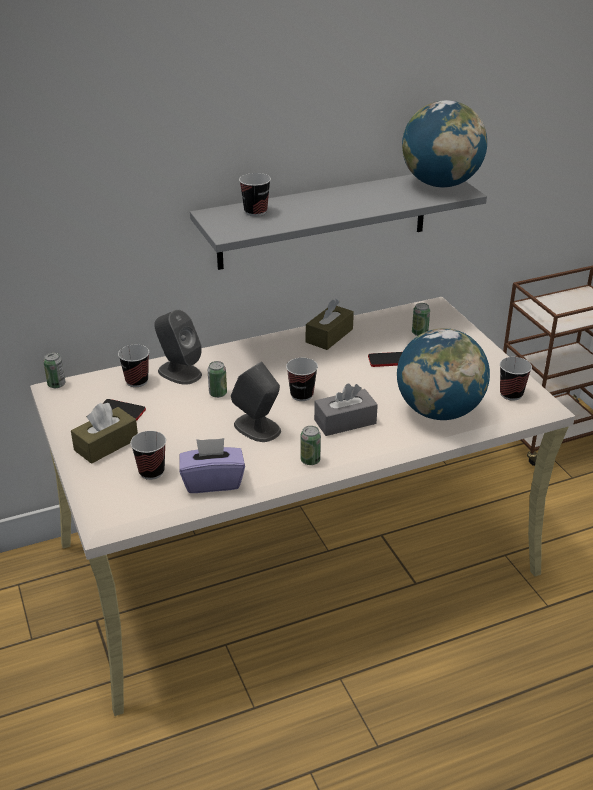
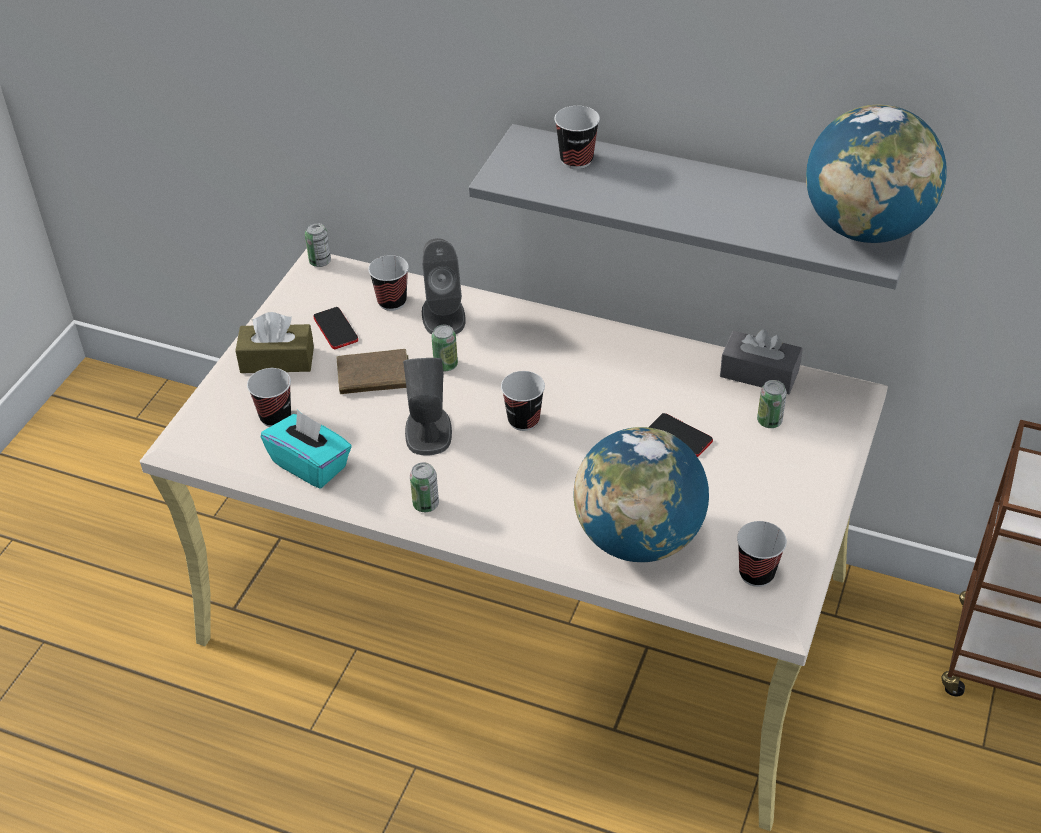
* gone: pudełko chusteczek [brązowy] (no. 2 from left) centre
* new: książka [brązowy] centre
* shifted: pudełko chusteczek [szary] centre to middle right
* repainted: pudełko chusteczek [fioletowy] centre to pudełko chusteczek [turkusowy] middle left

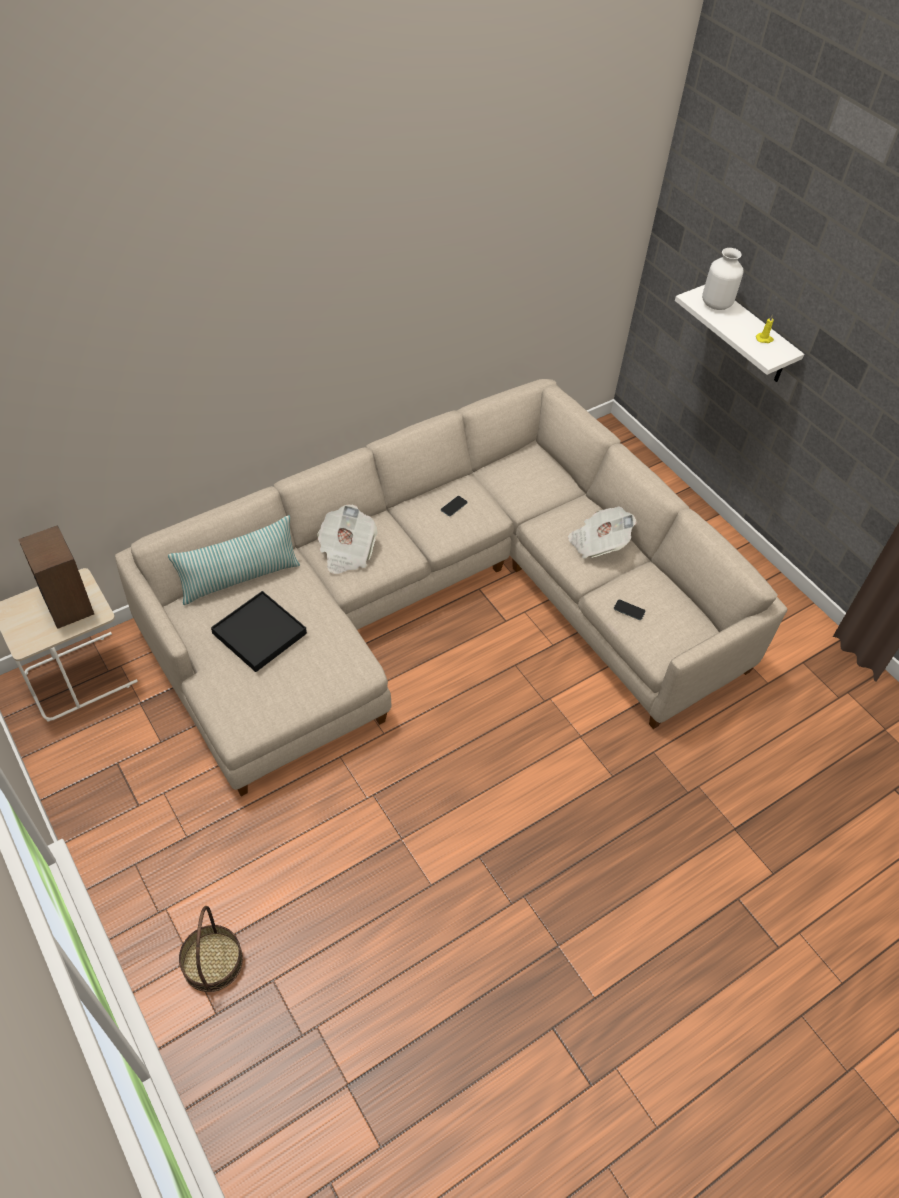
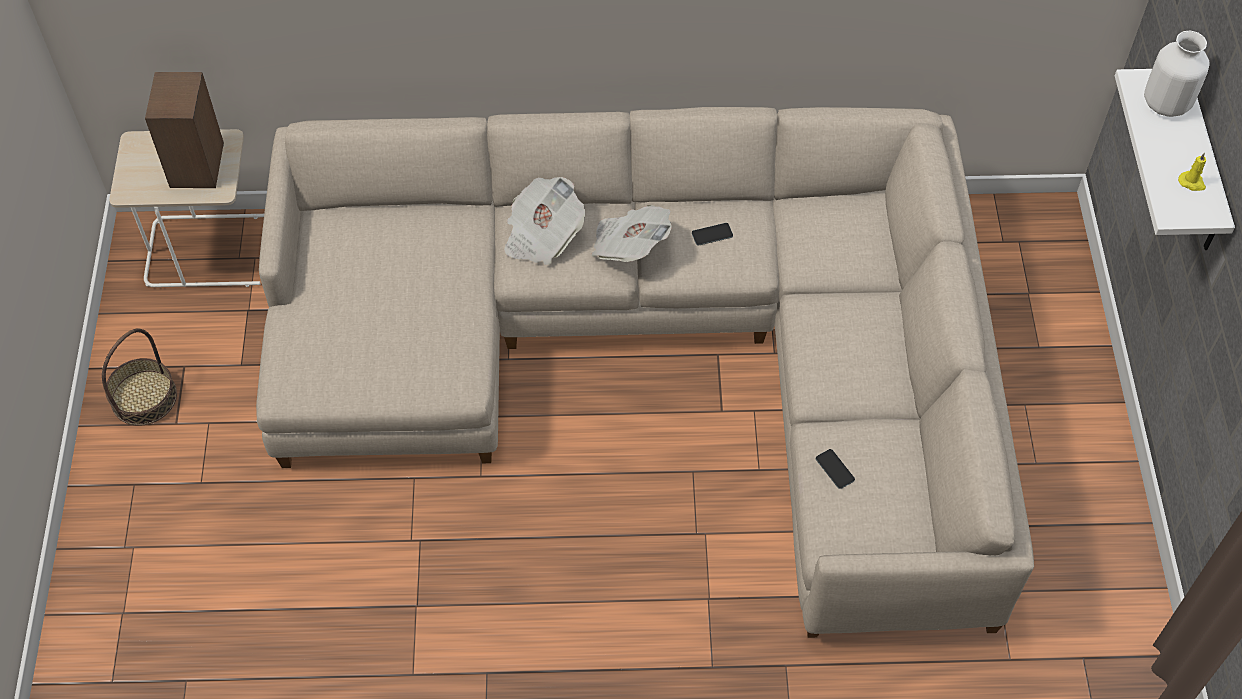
* gone: poduszka middle left
* gone: taca [czarny] middle left
* shifted: koszyk bottom left to middle left
* shifted: gazeta (no. 2 from left) middle right to centre

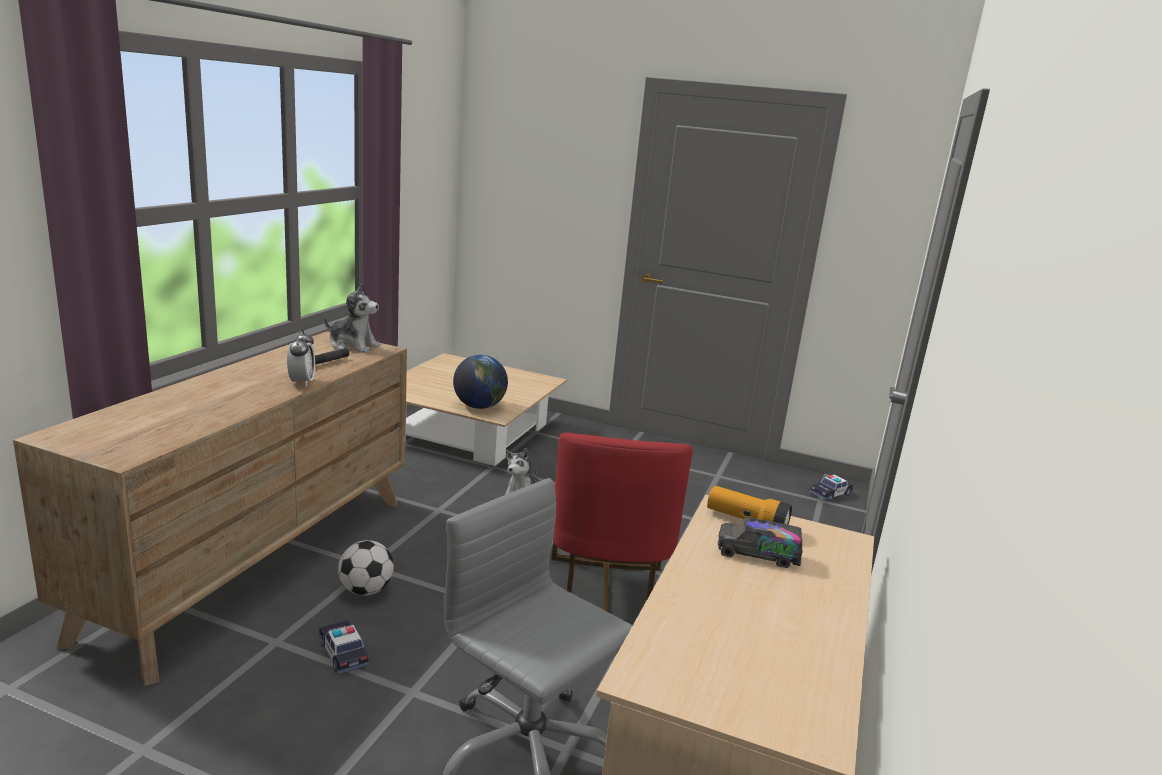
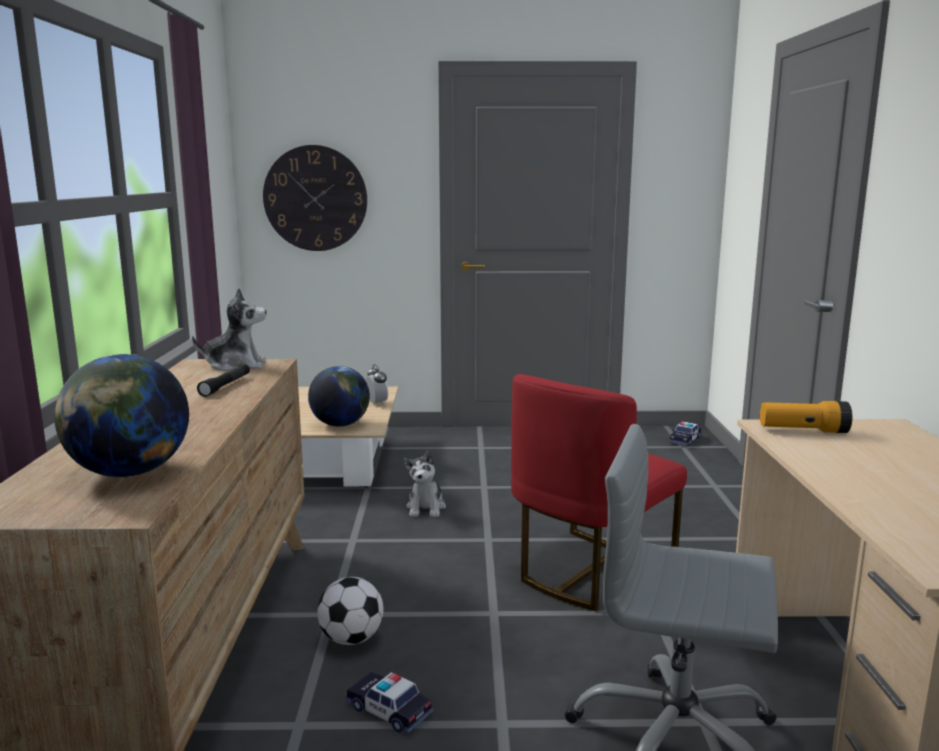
* gone: ciężarówka zabawkowa bottom centre
* new: globus (no. 1 from left) middle left
* new: zegar ścienny top centre
* shifted: budzik middle left to centre
* rotated: krzesło [czerwony] bottom centre = centre 60 degrees clockwise

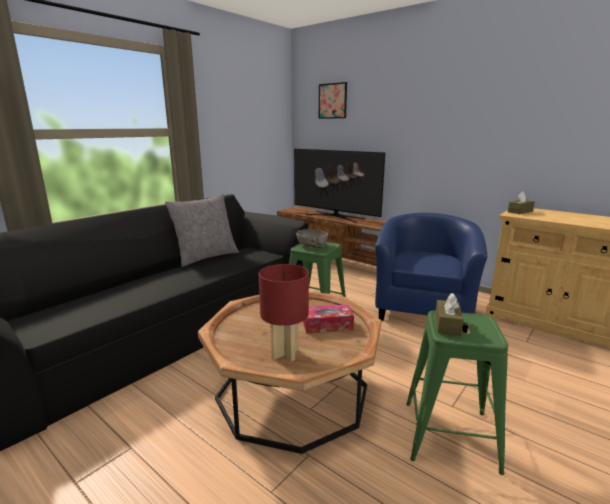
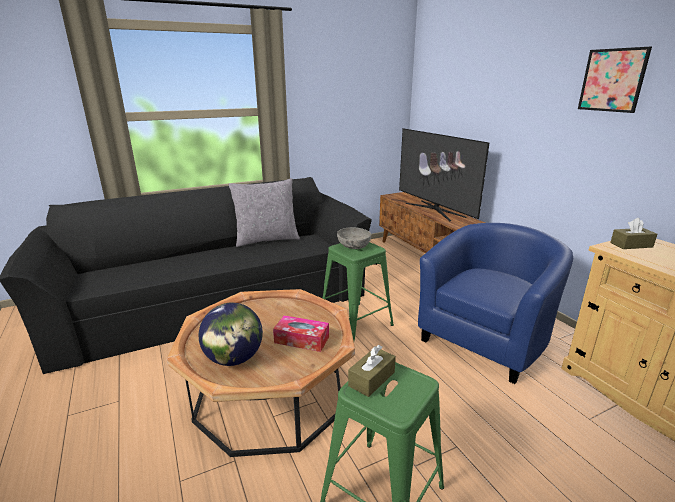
* shifted: obraz top centre to top right
* swapped: lampa stołowa [czerwony] centre to globus centre

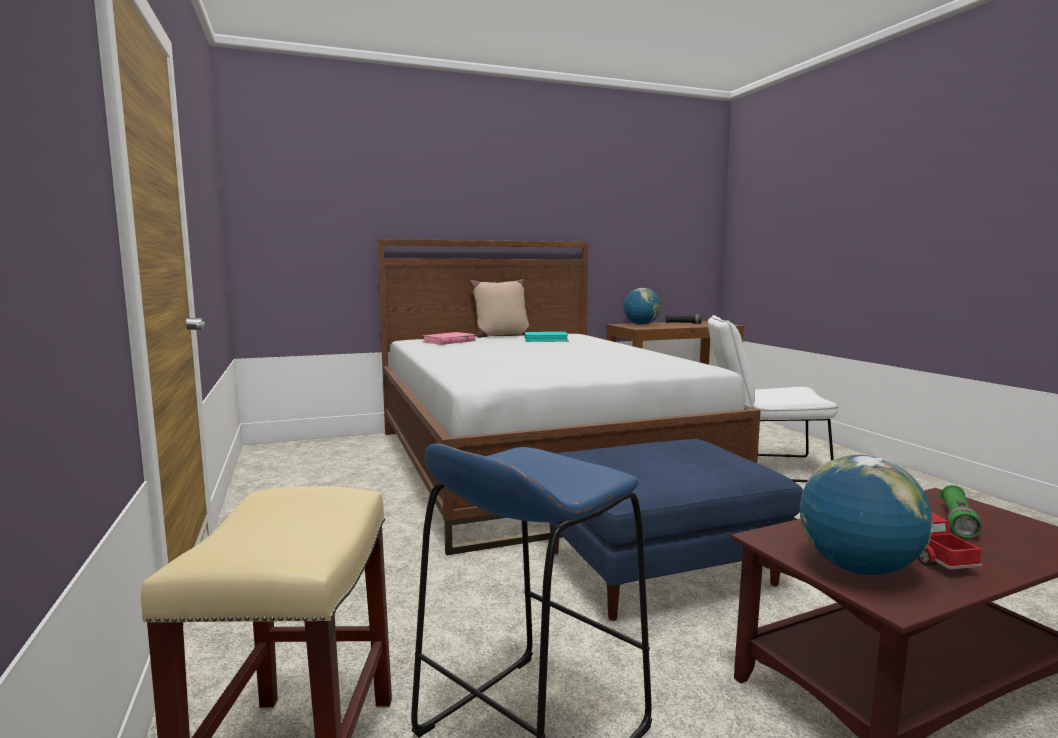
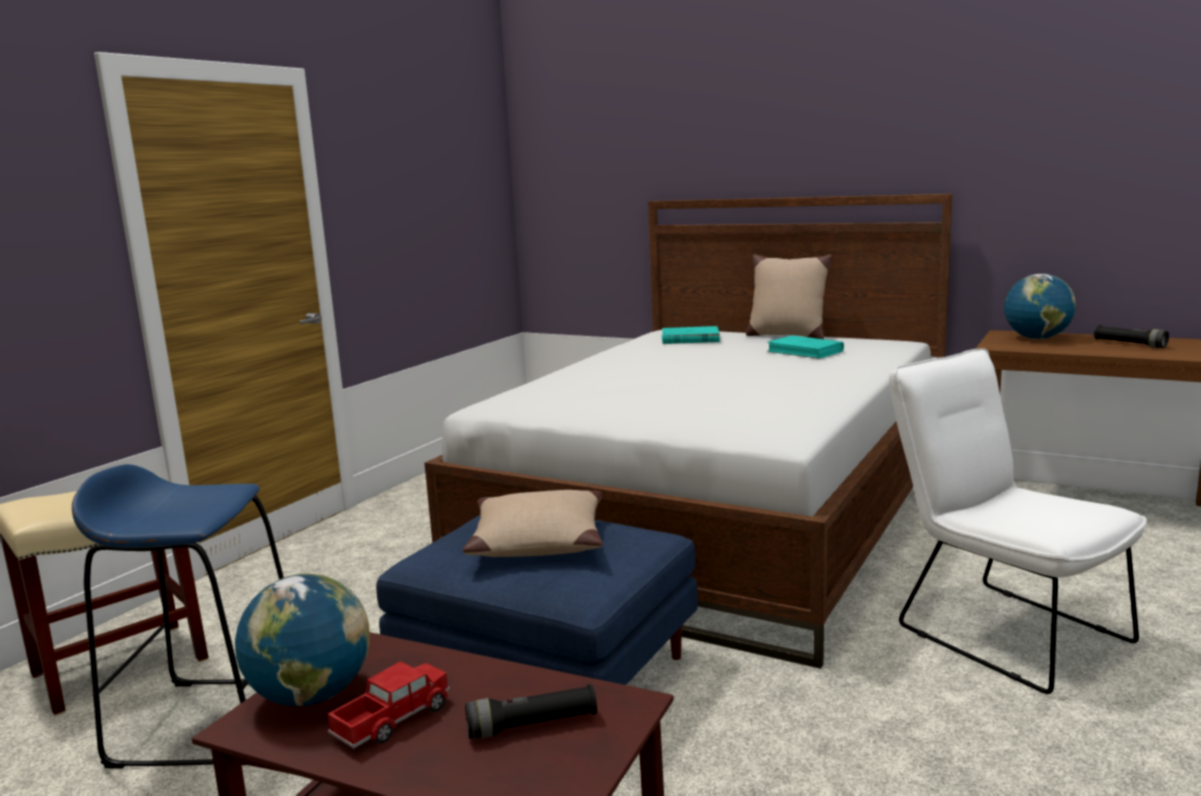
* new: poduszka [beżowy] (no. 1 from left) centre
* repainted: książka [różowy] centre to książka [turkusowy] (no. 1 from left) centre
* repainted: latarka [zielony] bottom right to latarka [czarny] (no. 1 from left) bottom centre

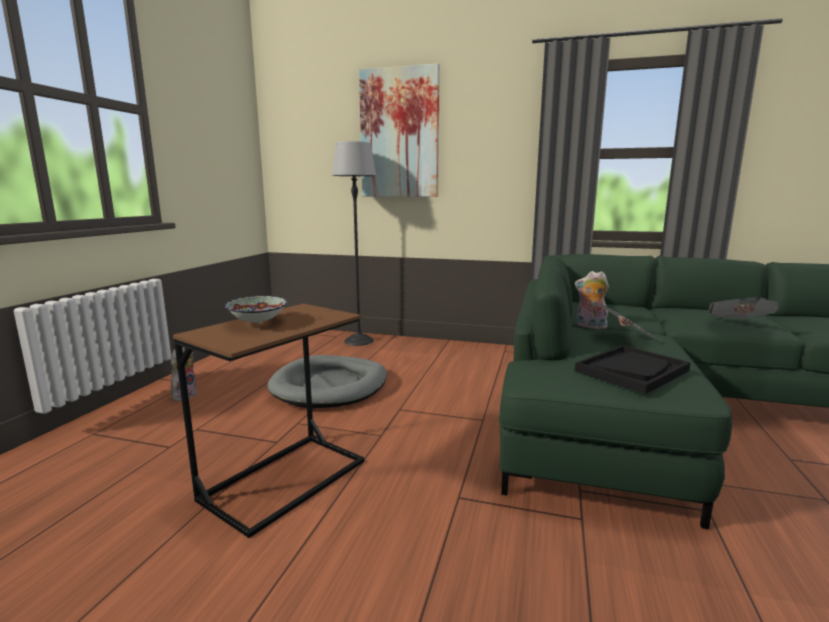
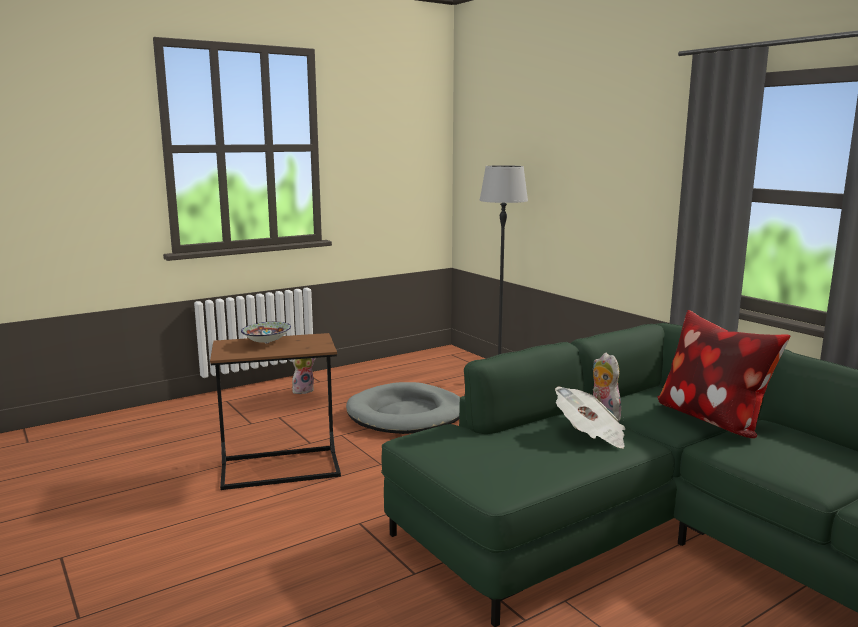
* gone: obraz top centre
* gone: taca [czarny] middle right
* gone: gazeta (no. 2 from left) middle right
* new: poduszka middle right

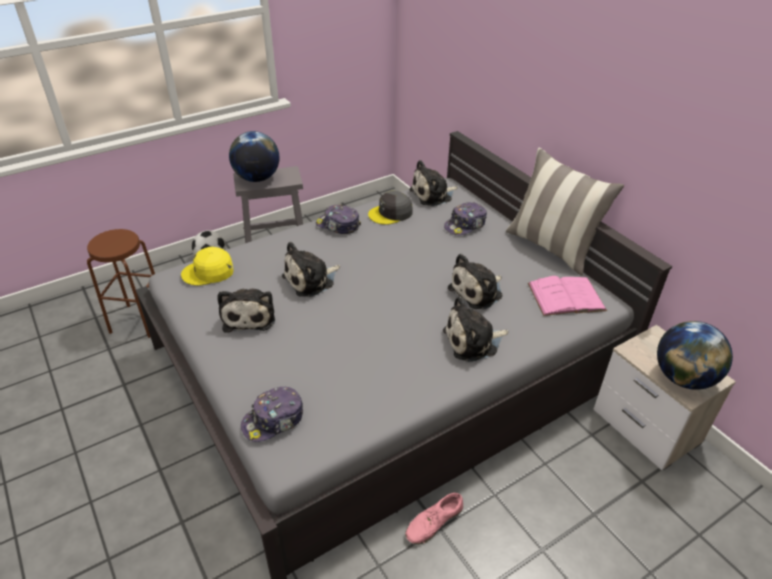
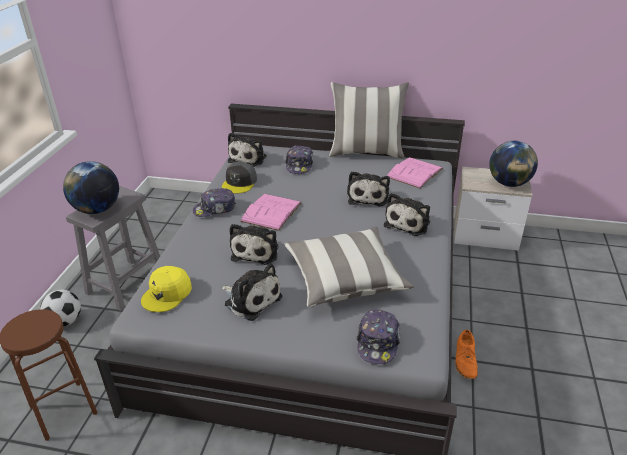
* new: książka [różowy] (no. 1 from left) centre
* new: poduszka (no. 1 from left) centre
* repainted: but [różowy] bottom centre to but [pomarańczowy] bottom right

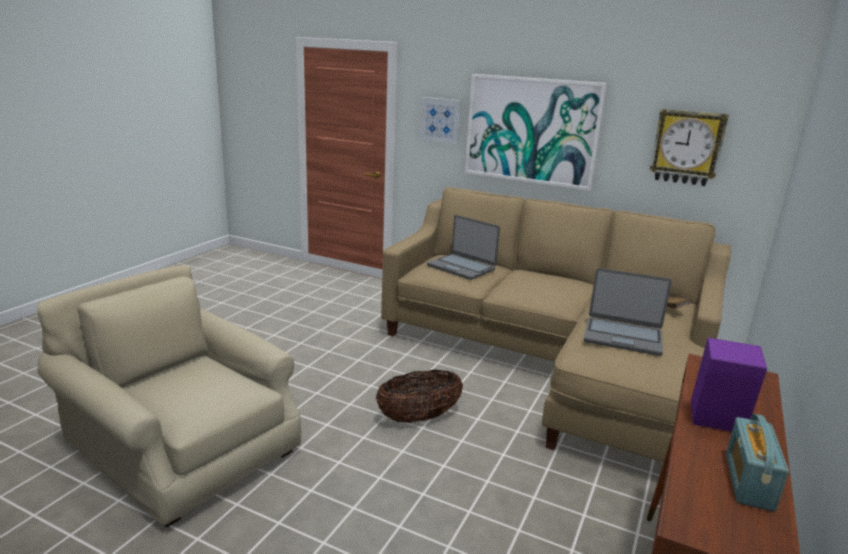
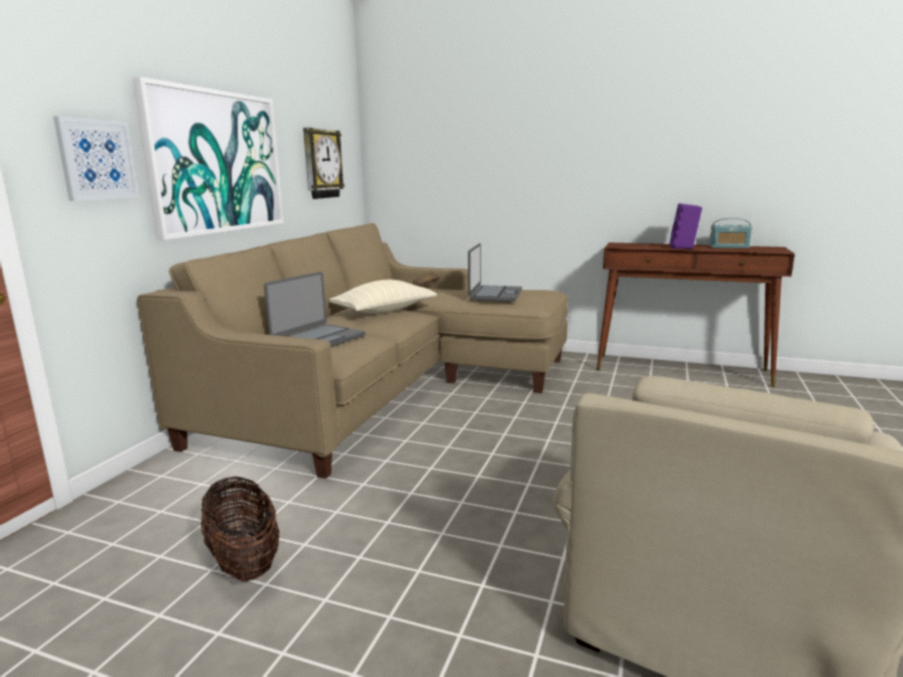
* new: poduszka [beżowy] centre
* shifted: koszyk bottom centre to bottom left

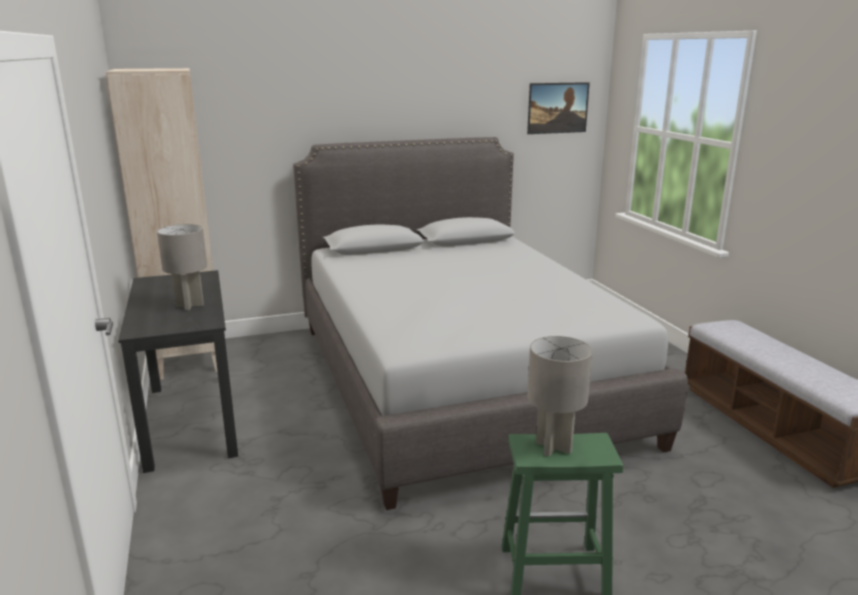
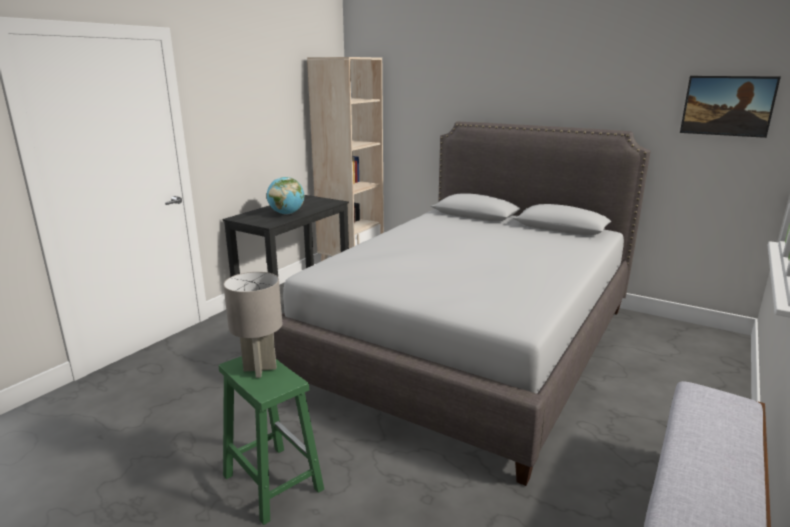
* swapped: lampa stołowa [szary] (no. 1 from left) middle left to globus centre

